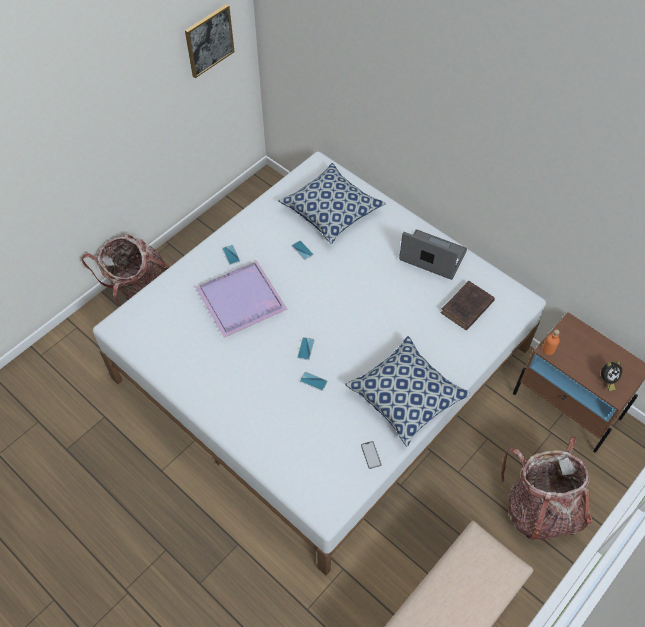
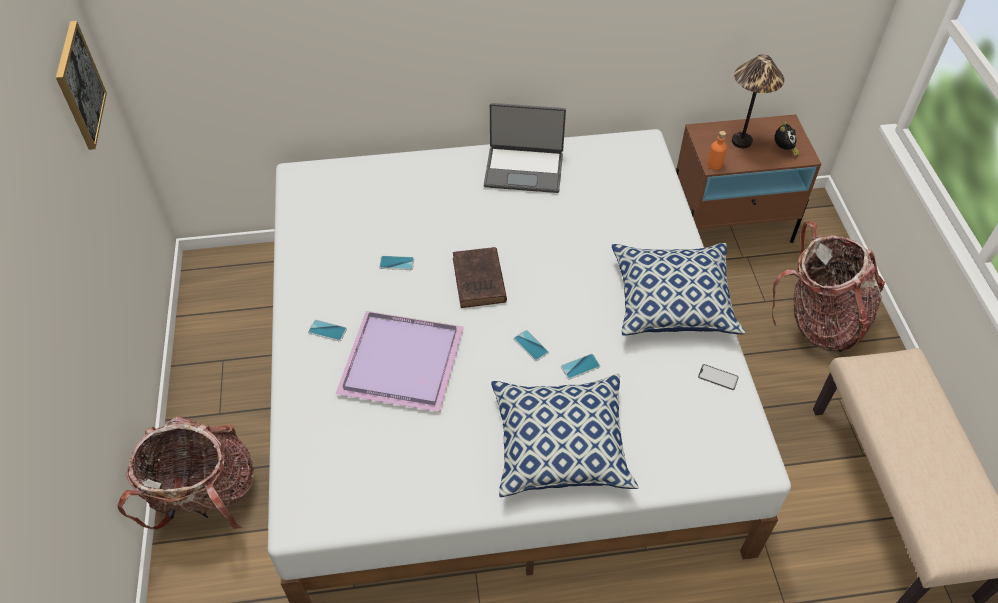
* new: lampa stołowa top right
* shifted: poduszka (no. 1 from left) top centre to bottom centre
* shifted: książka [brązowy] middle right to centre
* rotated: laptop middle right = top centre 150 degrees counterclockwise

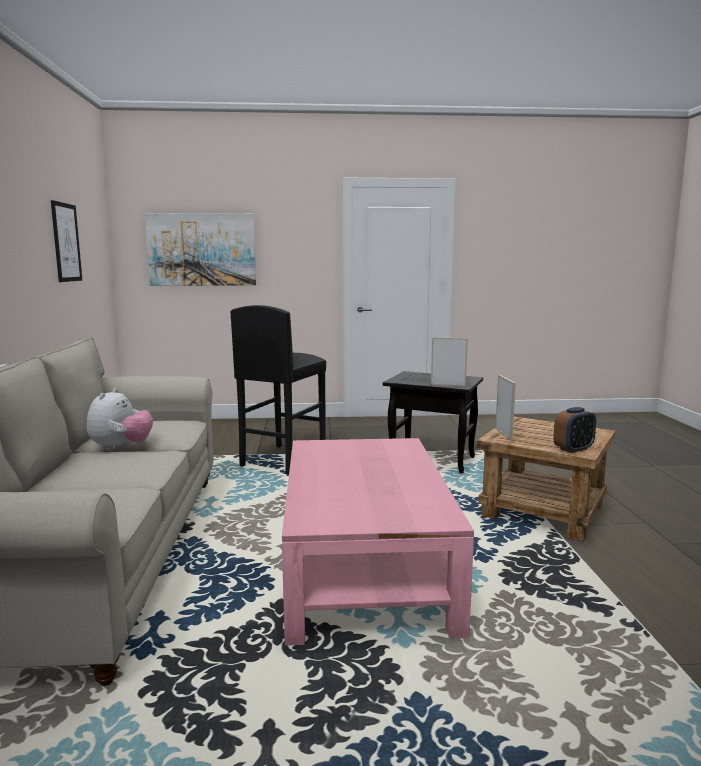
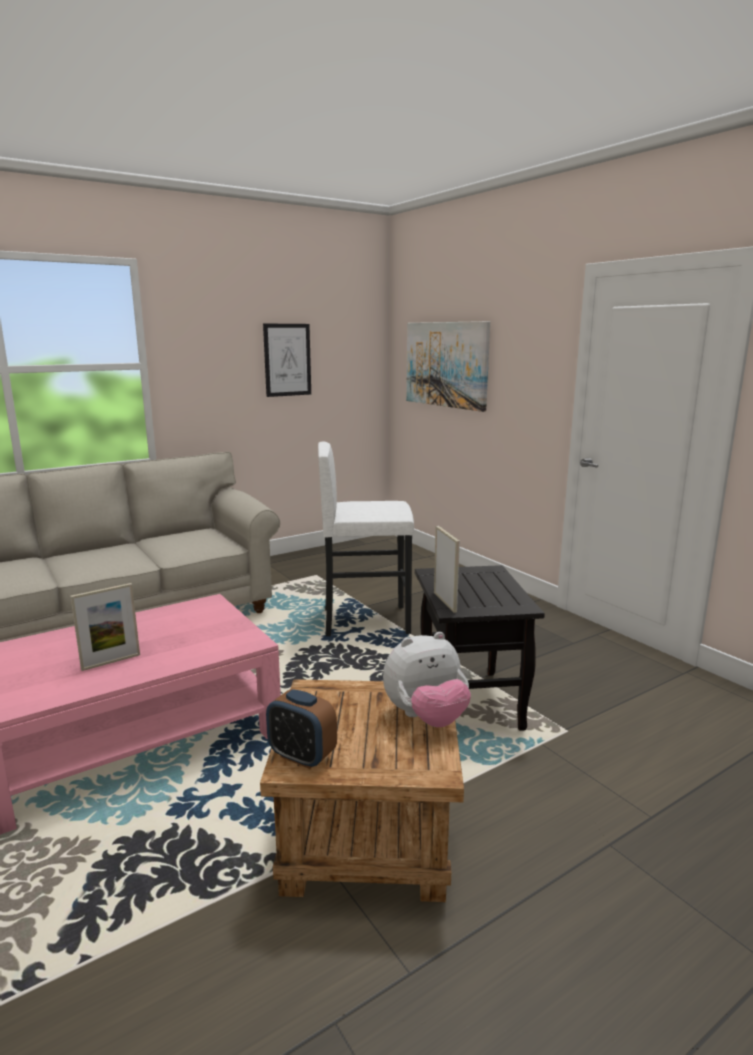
* shifted: pluszak middle left to centre
* shifted: ramka na zdjęcie (no. 2 from left in the first image) middle right to ramka na zdjęcie (no. 1 from left) middle left
* repainted: stołek [czarny] centre to stołek [biały] centre

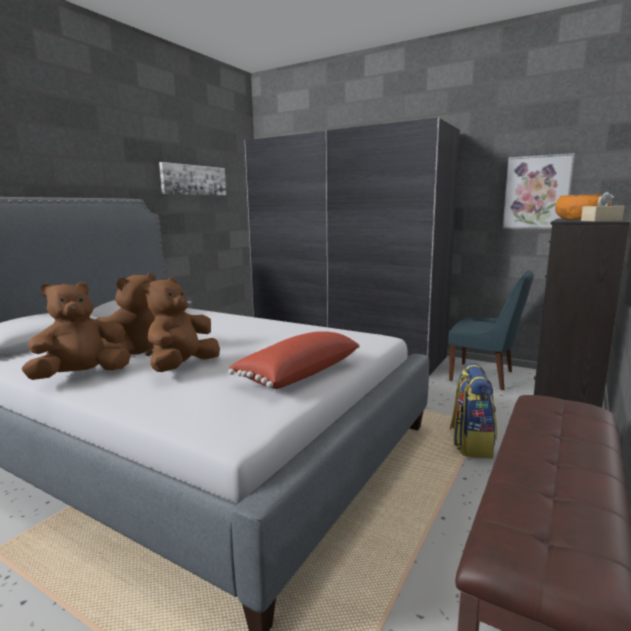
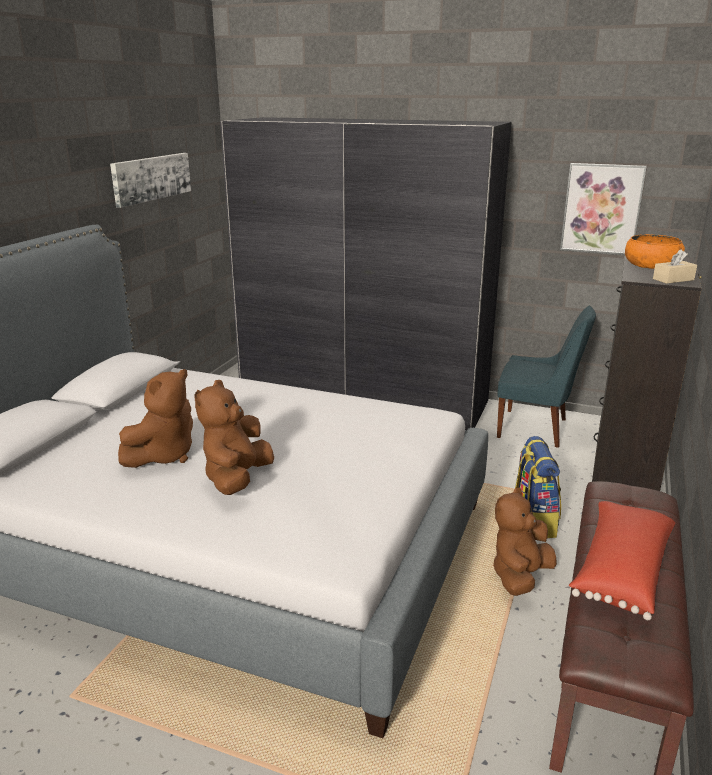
* shifted: pluszak [brązowy] (no. 1 from left in the first image) middle left to pluszak [brązowy] (no. 3 from left) bottom right
* shifted: poduszka [czerwony] centre to bottom right

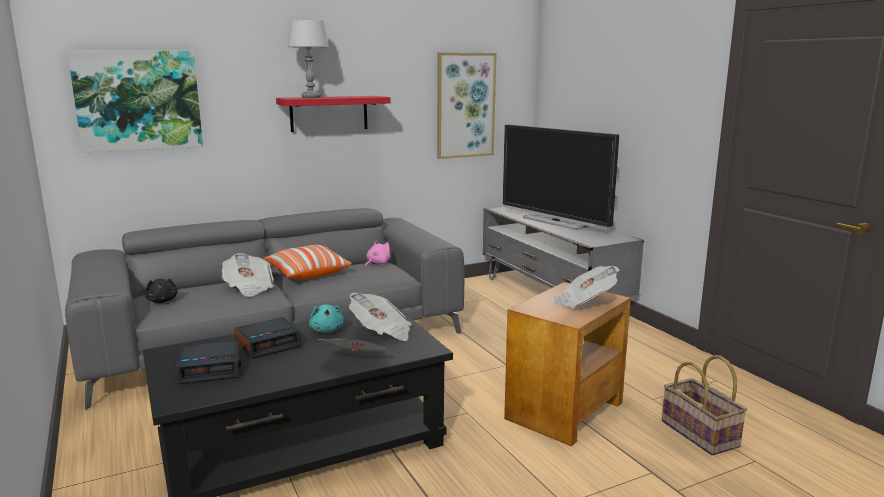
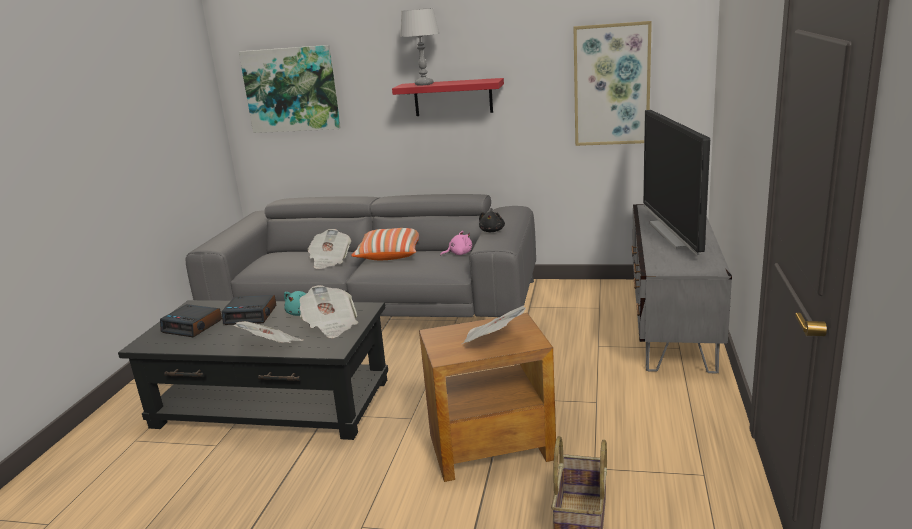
* shifted: pluszak [czarny] middle left to centre

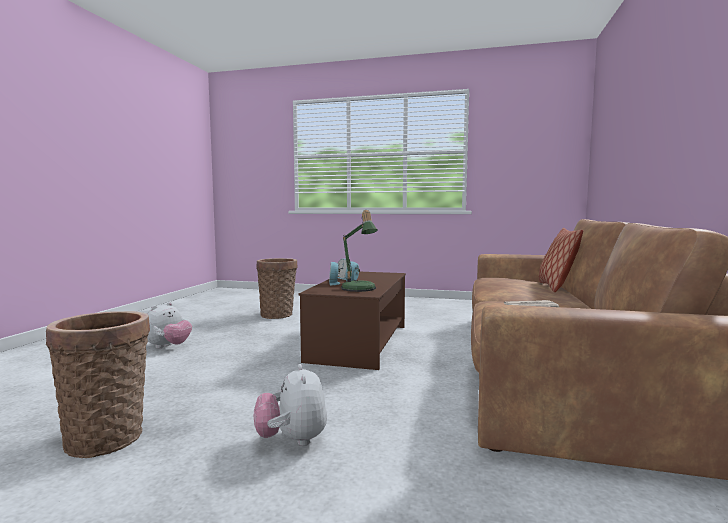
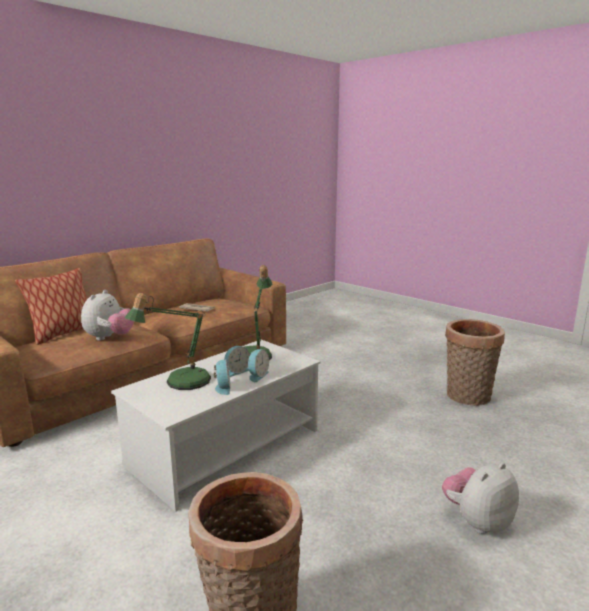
* new: lampa stołowa (no. 1 from left) middle left
* shifted: pluszak (no. 2 from left in the first image) bottom centre to pluszak (no. 1 from left) middle left
* repainted: ława [brązowy] centre to ława [biały] bottom centre

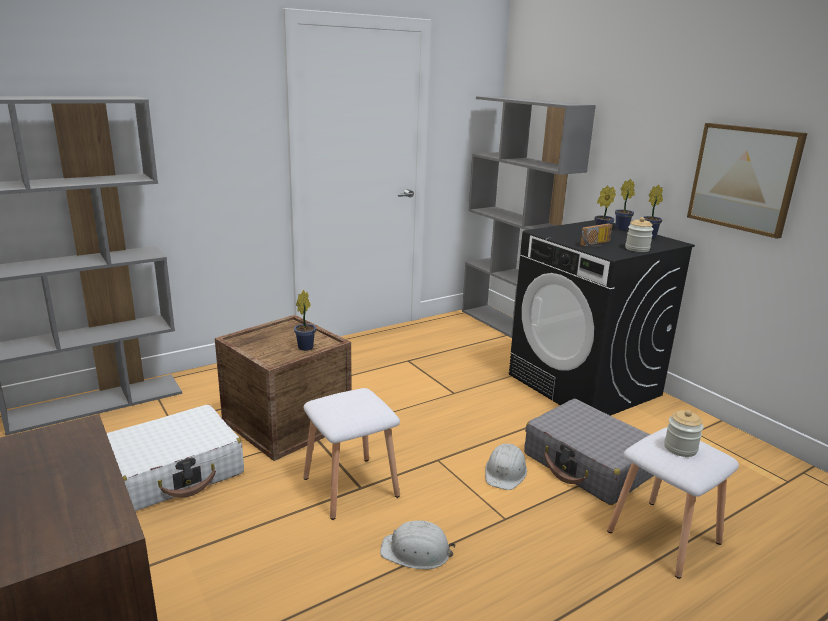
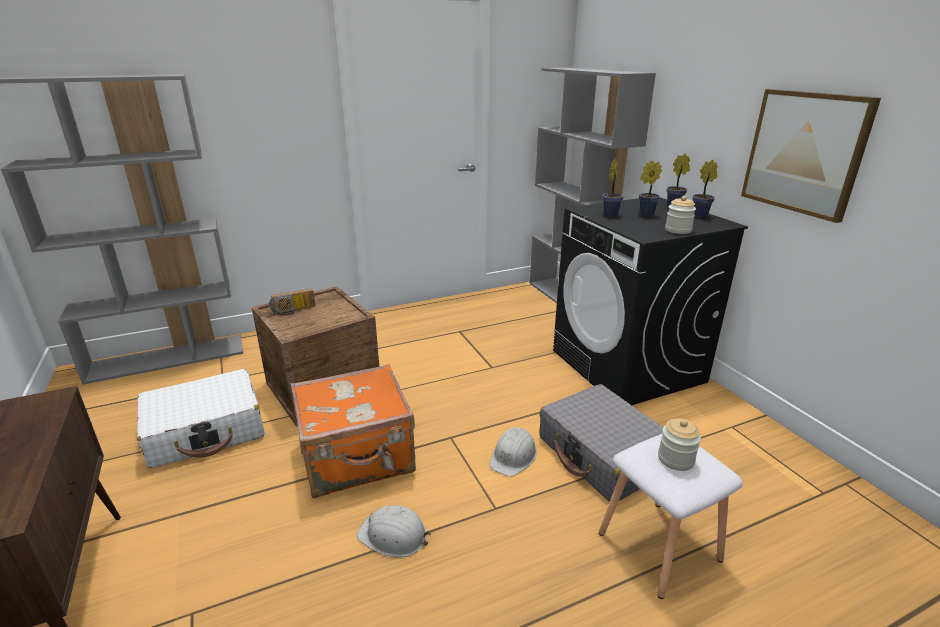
* shifted: roślina doniczkowa (no. 1 from left) centre to top centre
* shifted: radio middle right to middle left
* swapped: stołek [biały] (no. 1 from left) bottom centre to walizka [pomarańczowy] bottom centre

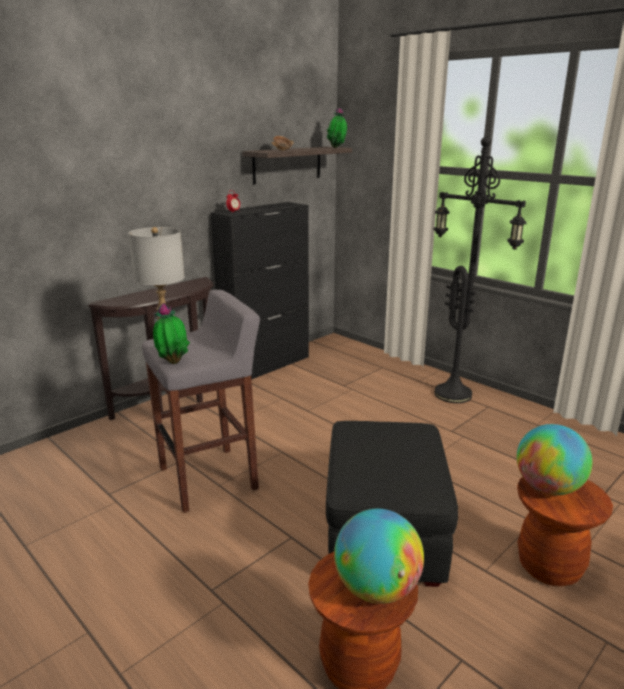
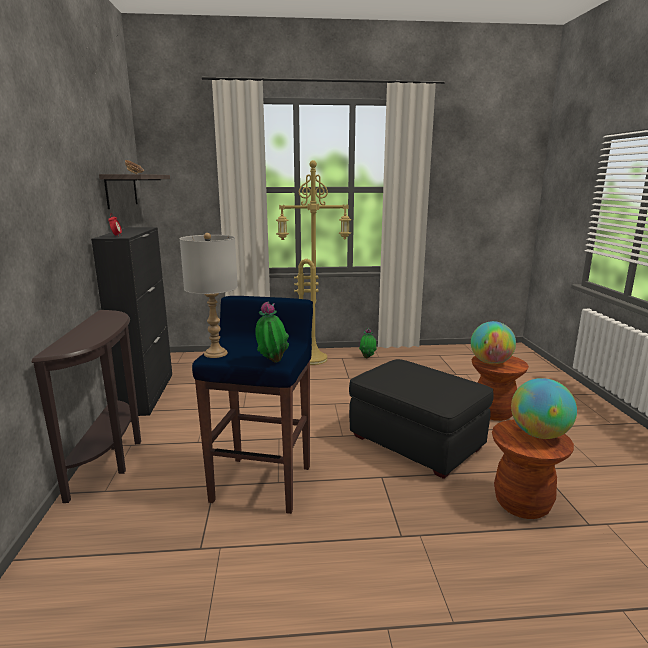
* shifted: roślina doniczkowa (no. 2 from left) top centre to centre
* repainted: stołek [szary] middle left to stołek [niebieski] centre
* repainted: lampa stojąca [czarny] middle right to lampa stojąca [żółty] centre

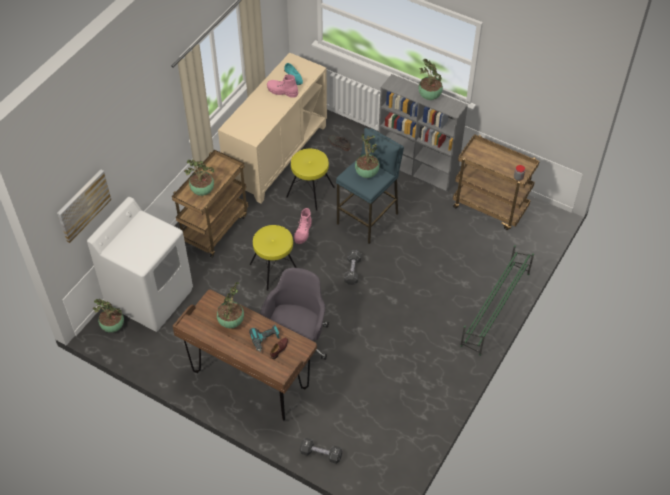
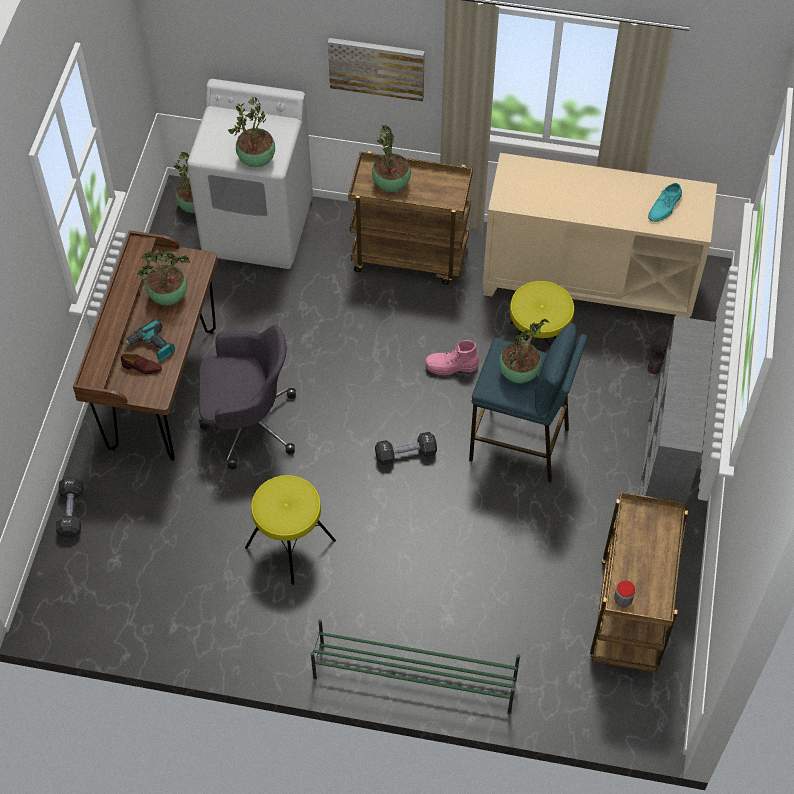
* gone: but z cholewką [różowy] (no. 1 from left) top centre
* shifted: obraz middle left to top centre
* shifted: stołek [żółty] (no. 1 from left) centre to bottom centre
* shifted: roślina doniczkowa (no. 5 from left in the first image) top centre to roślina doniczkowa (no. 3 from left) top left

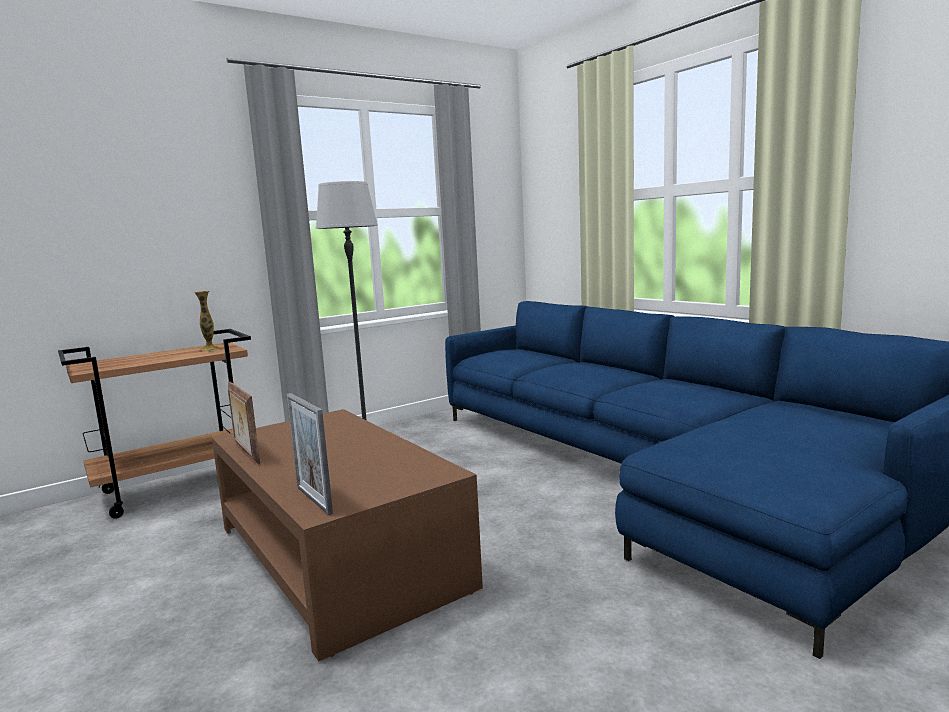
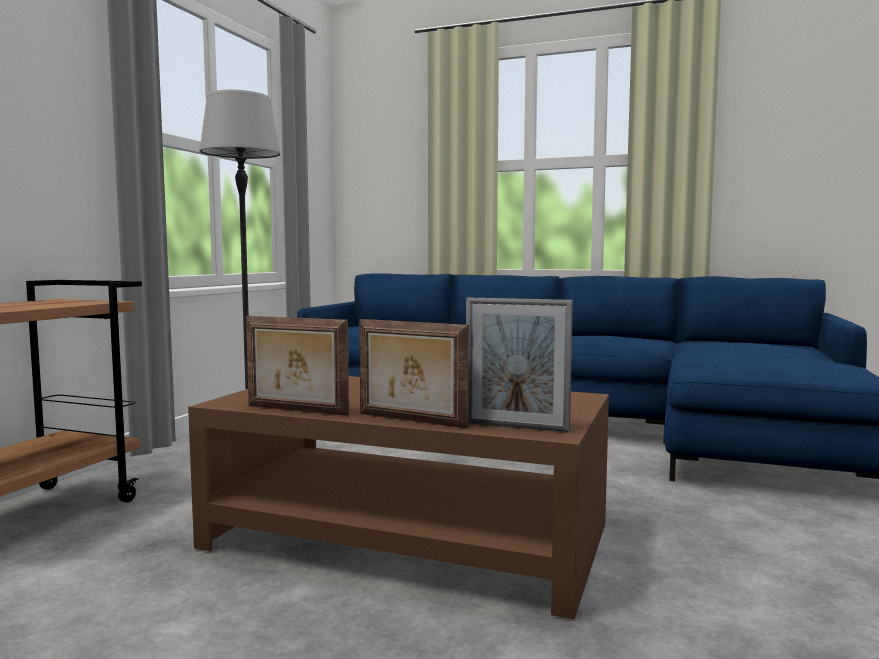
* gone: wazon middle left
* new: ramka na zdjęcie (no. 2 from left) centre

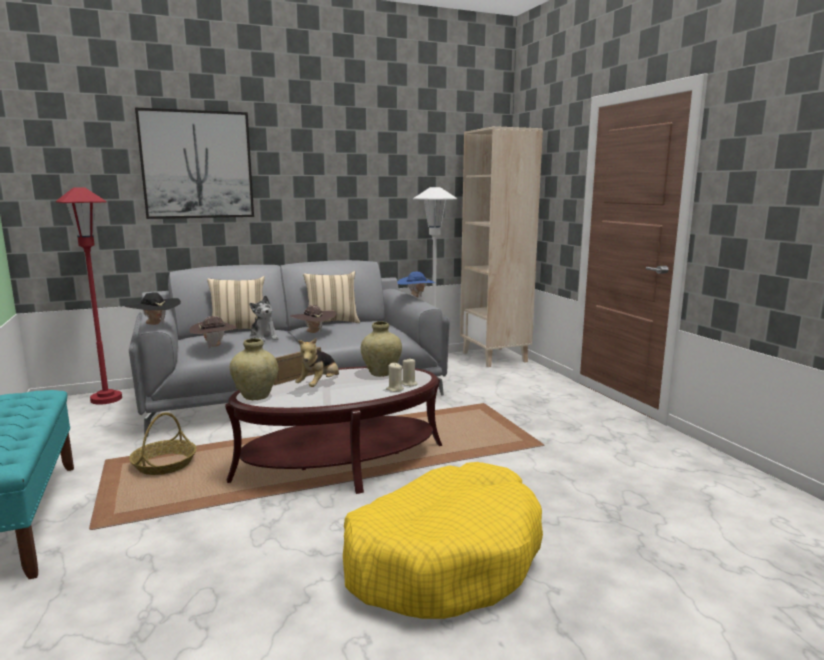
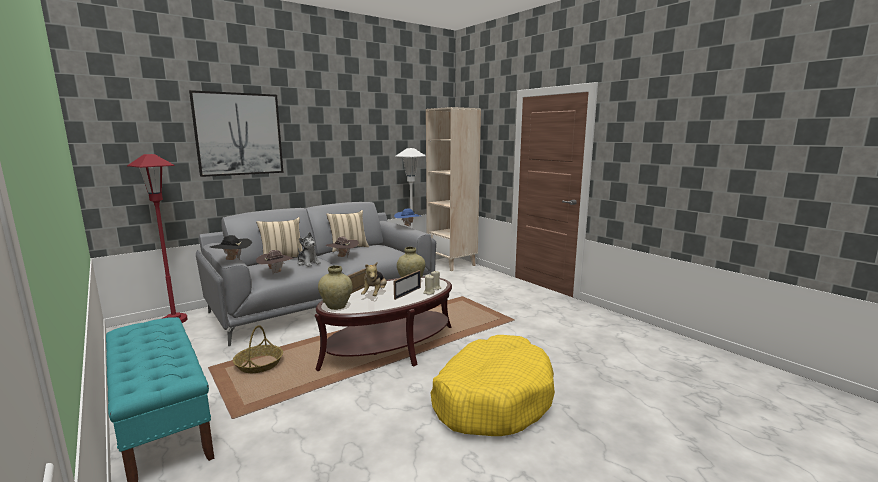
* new: ramka na zdjęcie (no. 2 from left) centre

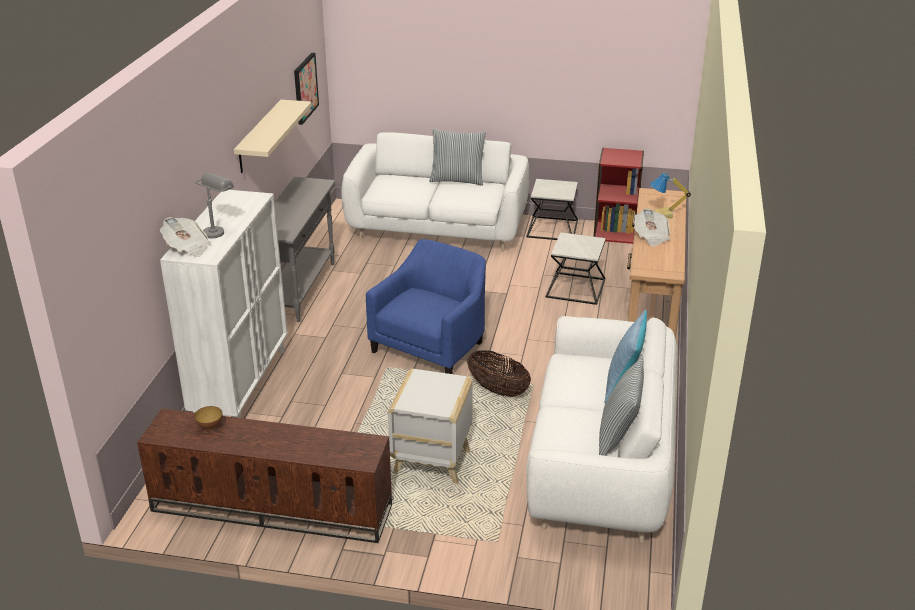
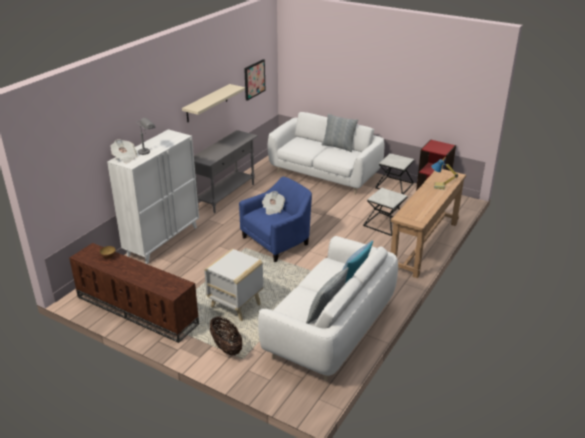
* shifted: koszyk centre to bottom centre
* shifted: gazeta (no. 2 from left) middle right to centre

